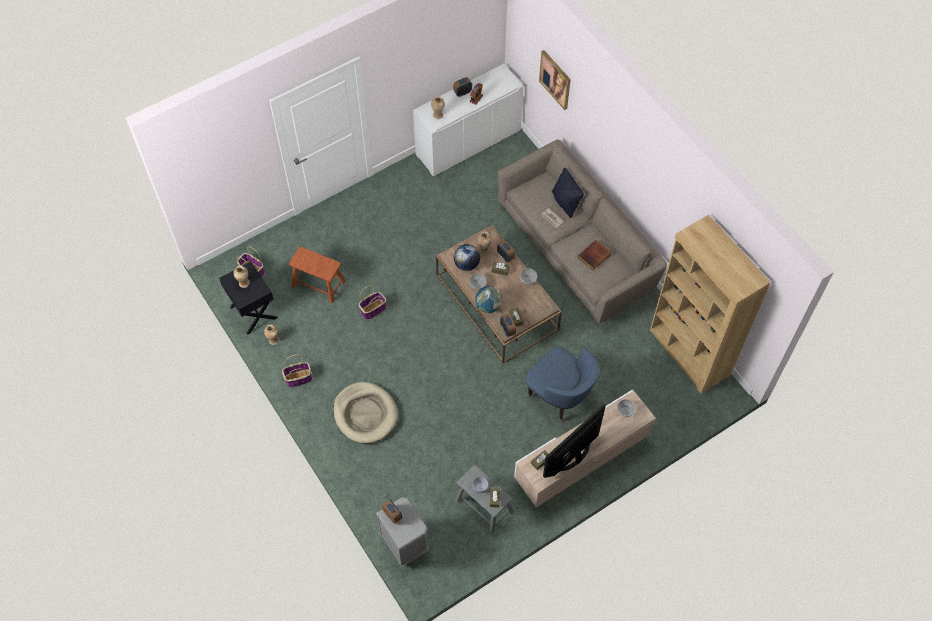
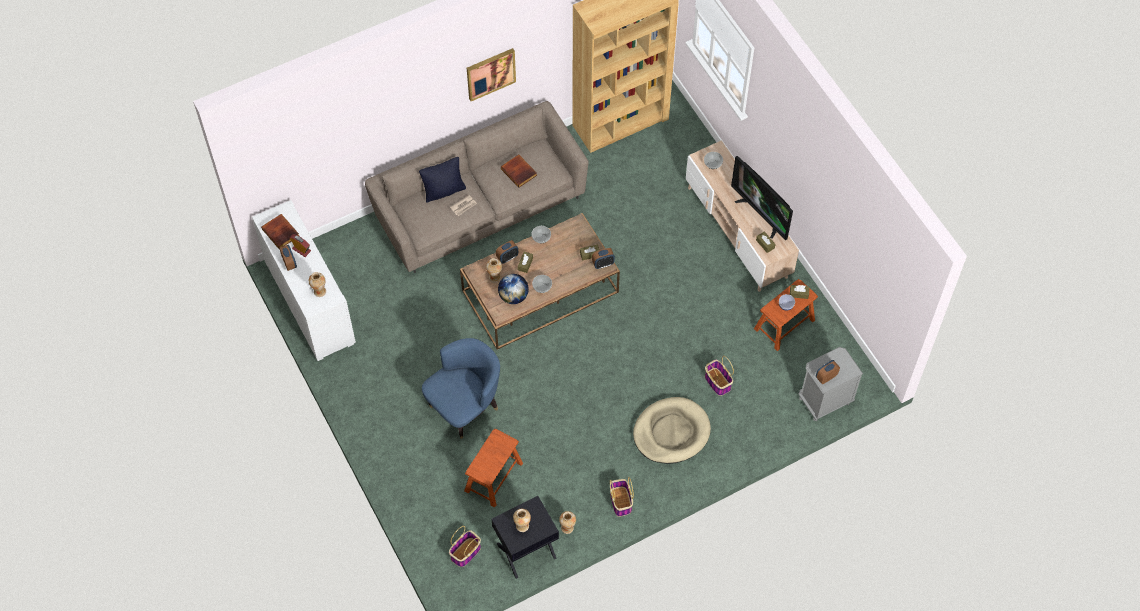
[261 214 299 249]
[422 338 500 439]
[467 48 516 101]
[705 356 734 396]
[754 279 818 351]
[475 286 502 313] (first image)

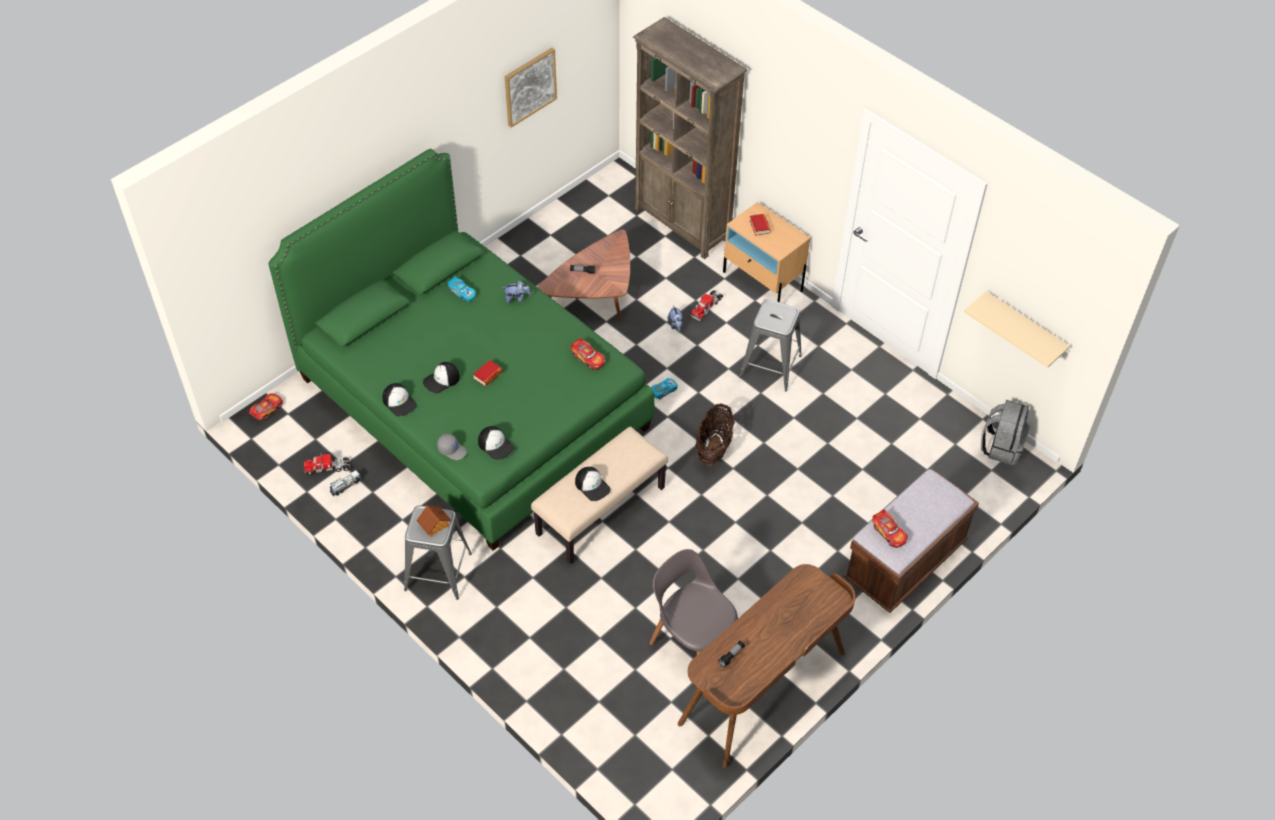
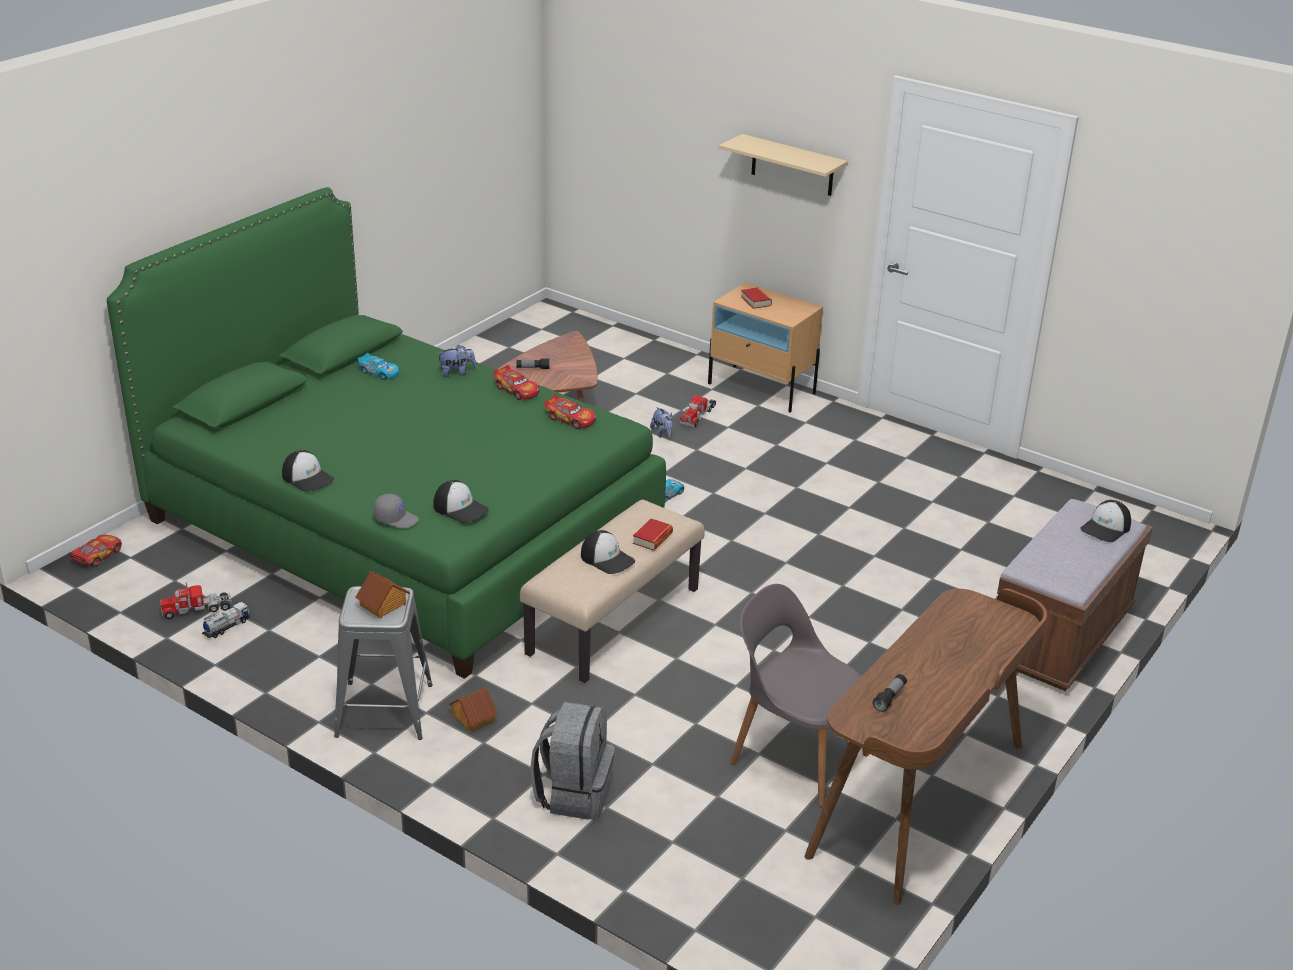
[449 687 498 732]
[494 365 539 400]
[530 702 615 820]
[633 519 673 551]
[719 134 848 196]
[1080 500 1131 542]
[505 48 557 128] (first image)
[633 17 747 259] (first image)
[695 403 735 465] (first image)
[739 299 802 391] (first image)

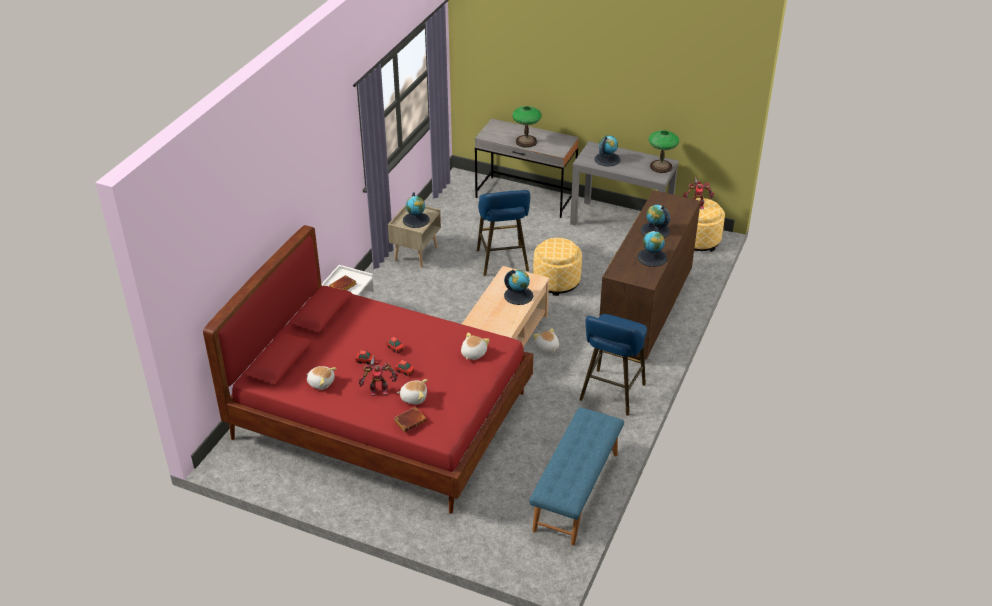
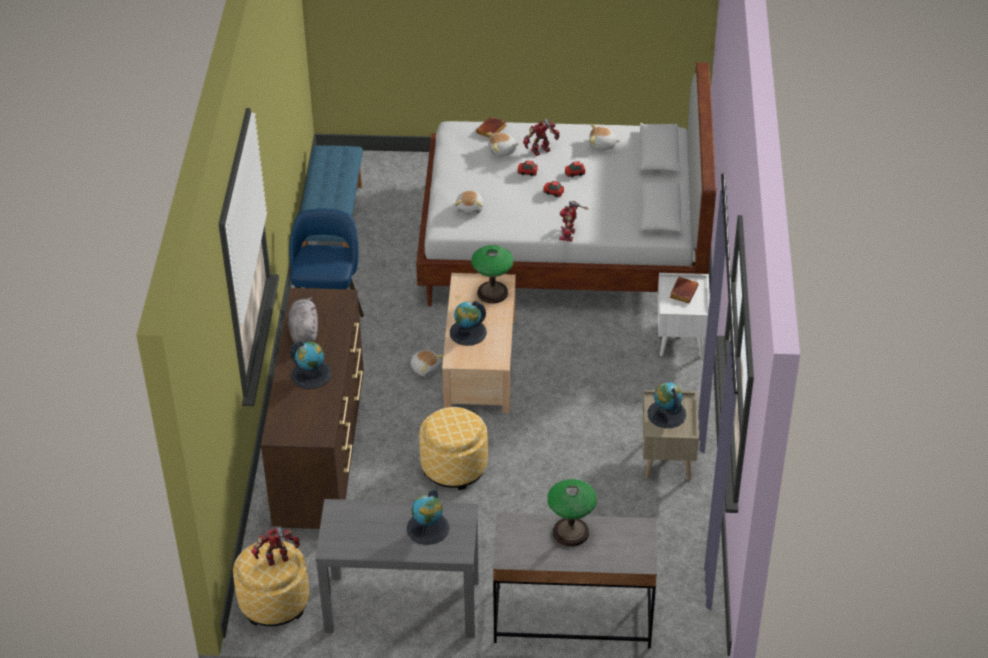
[288 297 318 343]
[416 63 716 307]
[471 245 513 304]
[559 201 589 242]
[477 190 530 276] (first image)

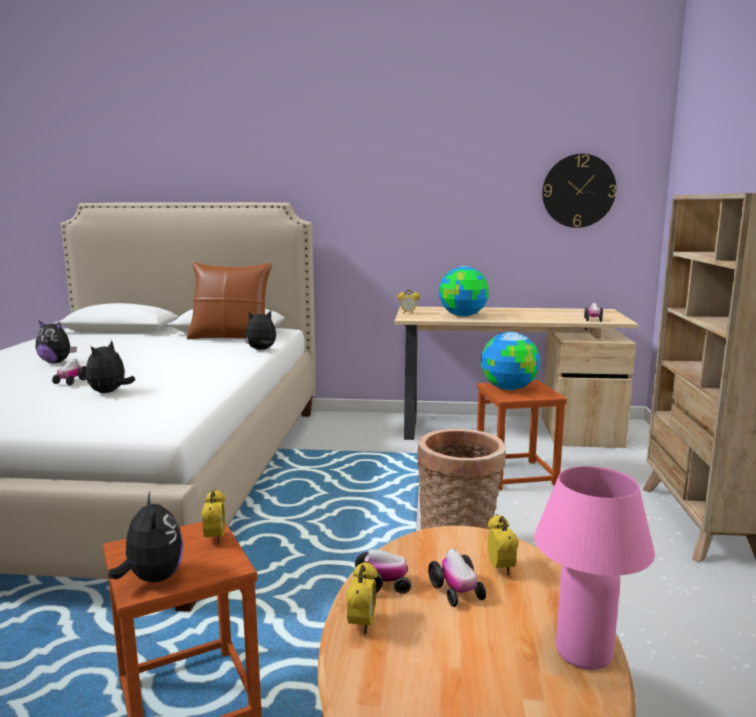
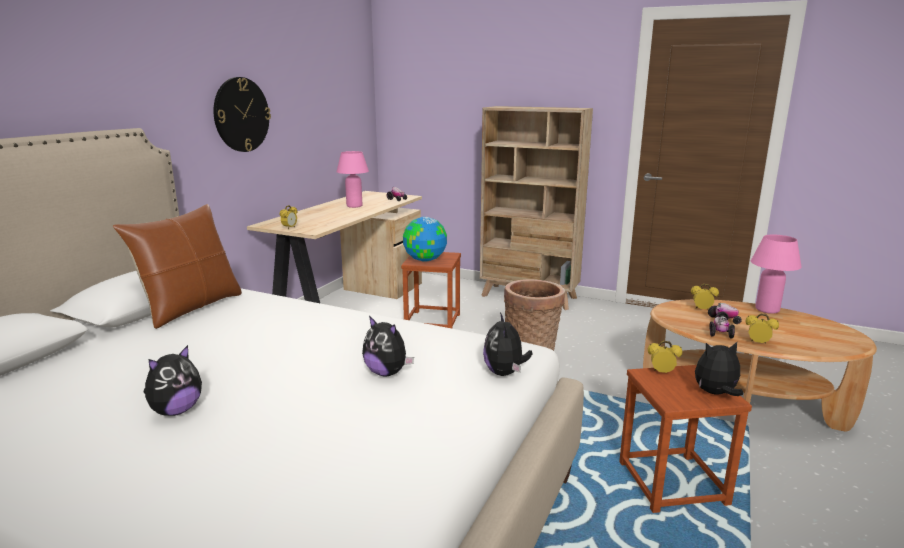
[213 77 271 152]
[336 151 369 208]
[483 312 533 376]
[52 359 87 386] (first image)
[439 266 489 317] (first image)

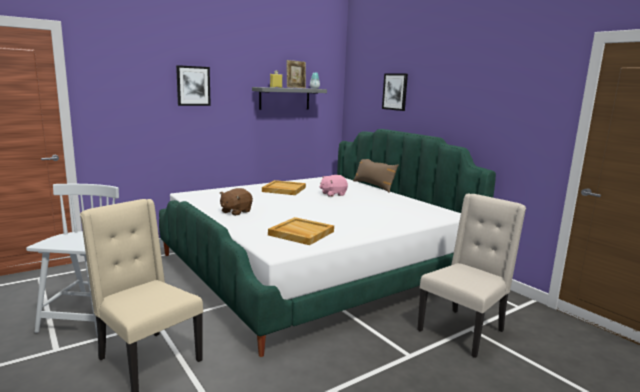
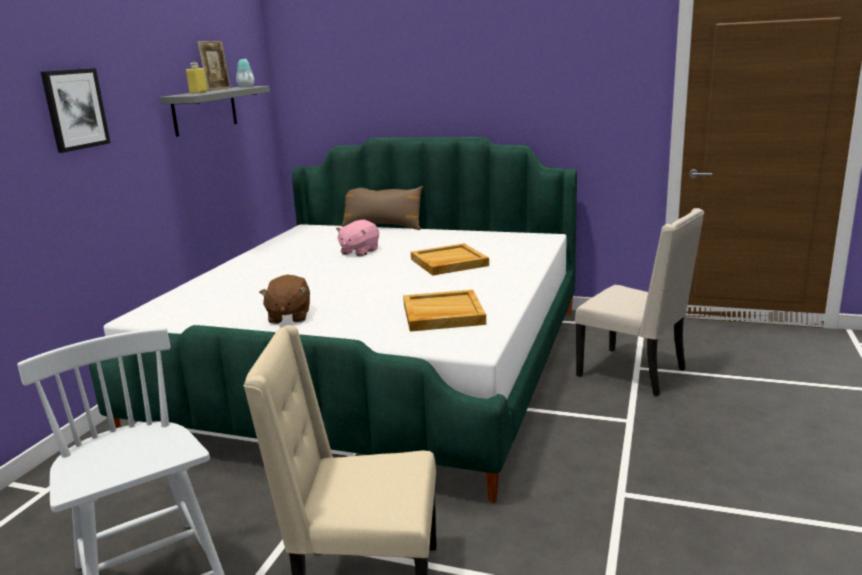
[411 243 489 276]
[575 208 704 396]
[382 73 408 111] (first image)

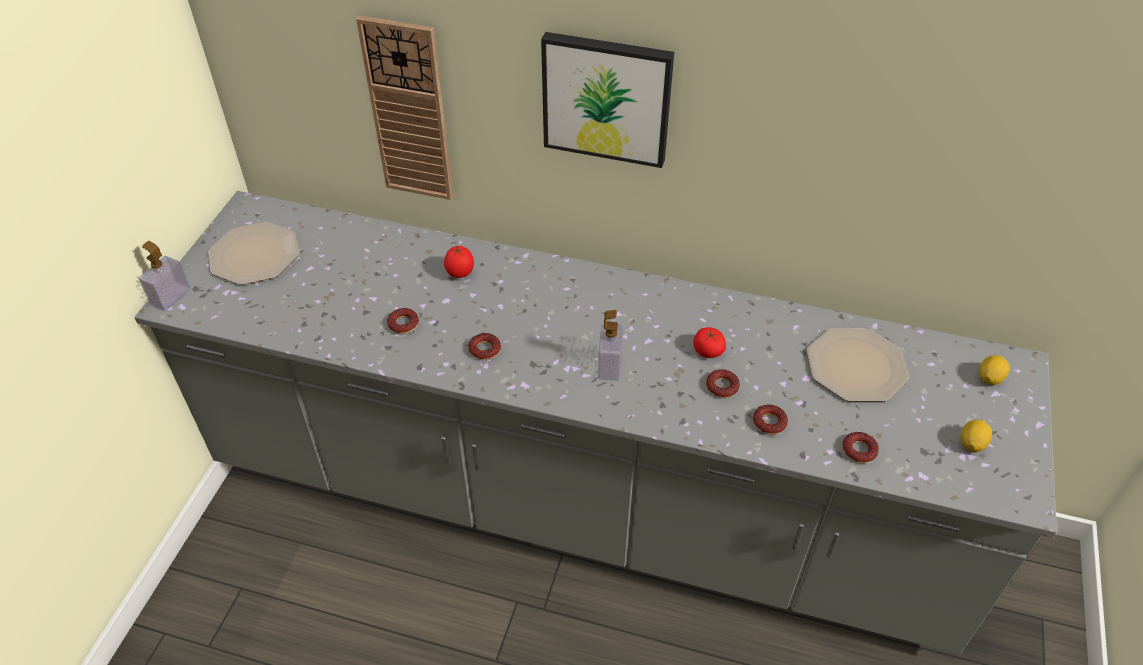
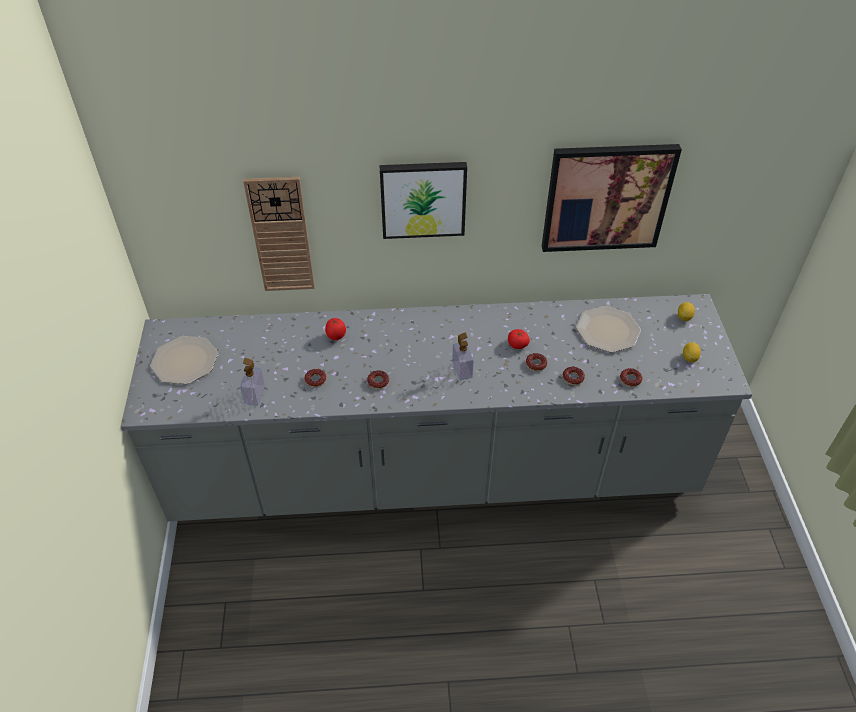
[240 358 265 406]
[542 144 682 252]

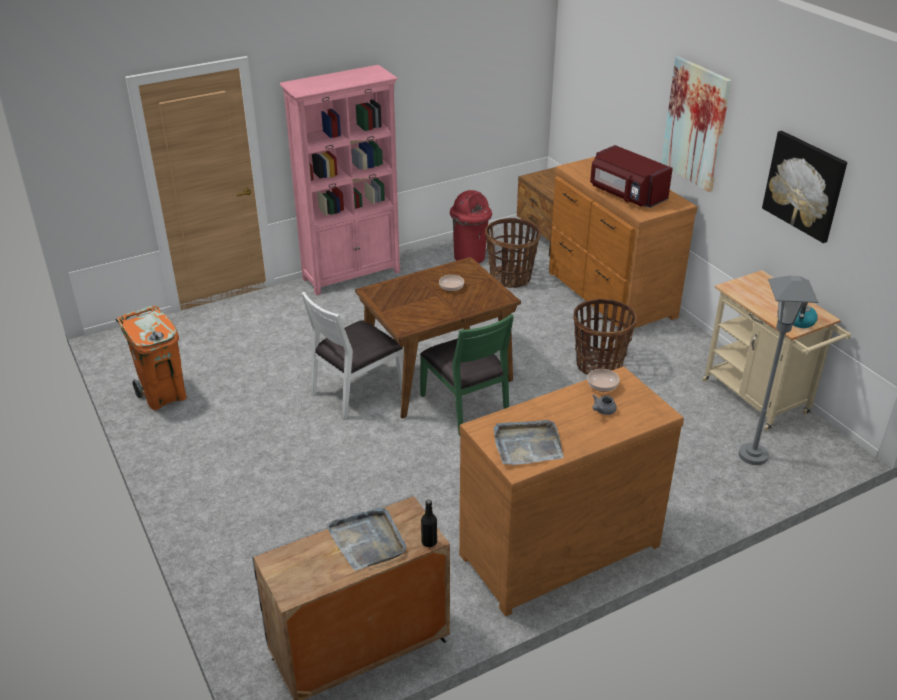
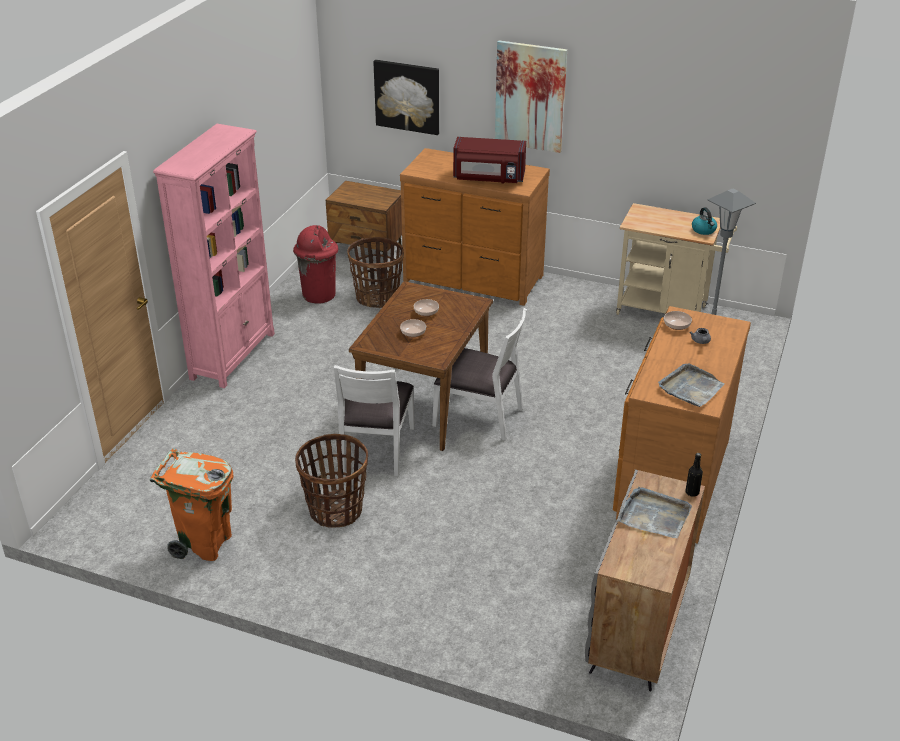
[295 434 368 528]
[373 60 439 135]
[400 319 426 337]
[432 308 527 441]

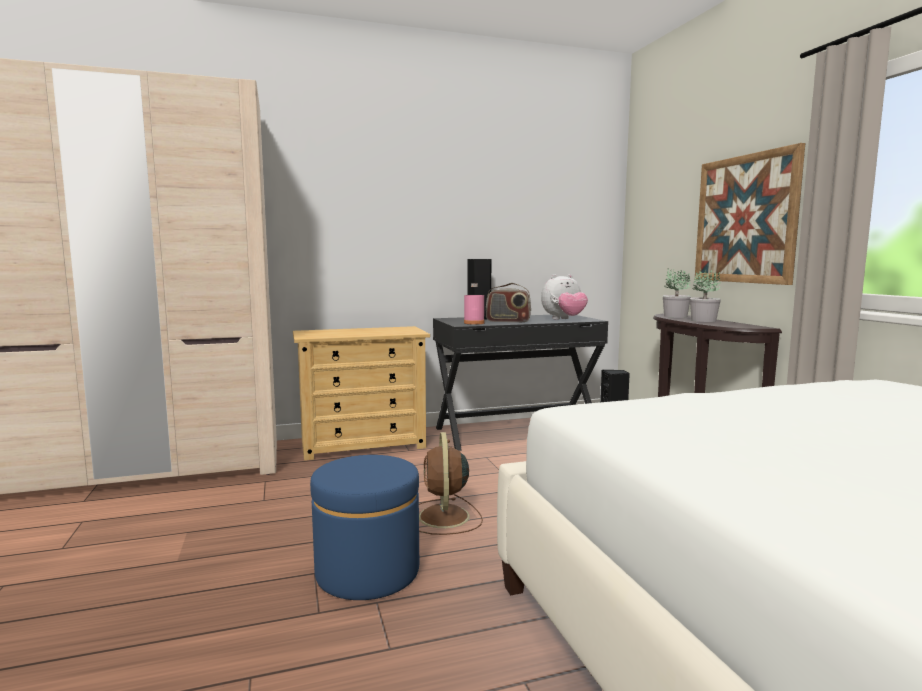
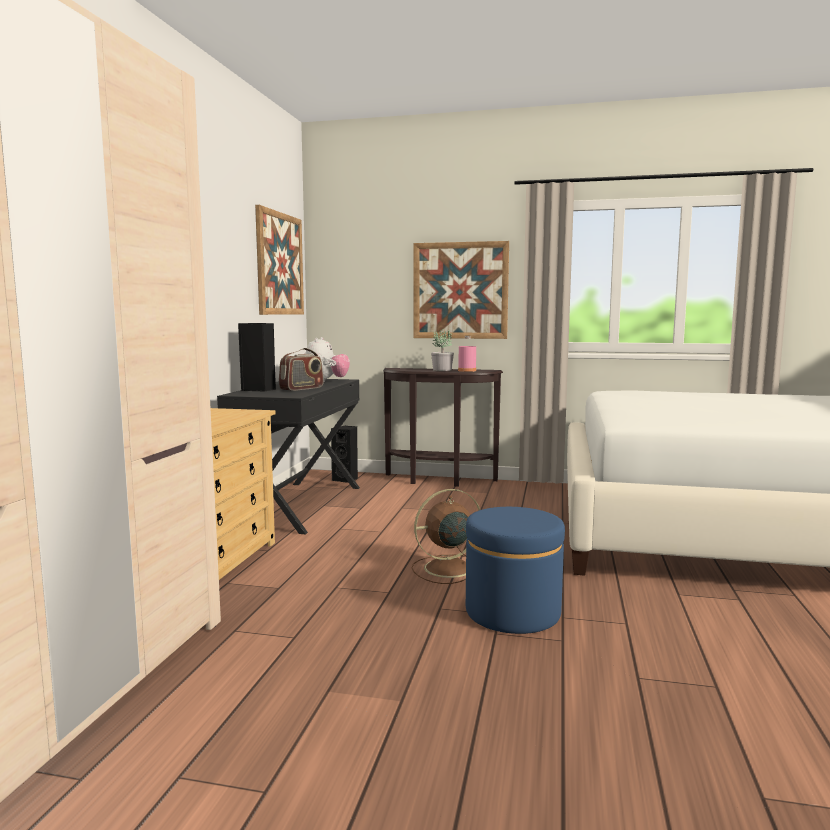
[255 205 304 315]
[412 489 480 584]
[458 336 476 372]
[663 269 691 318] (first image)

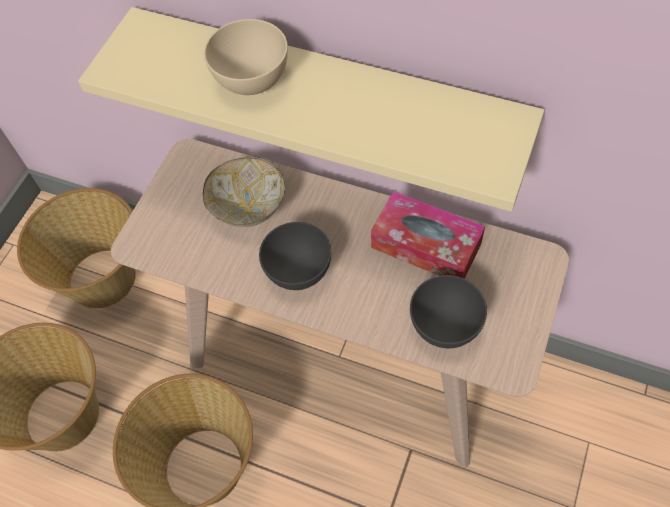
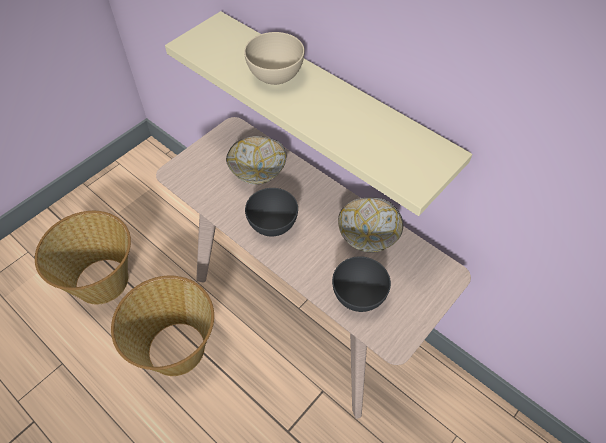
[338 197 403 253]
[17 188 136 308] (first image)

